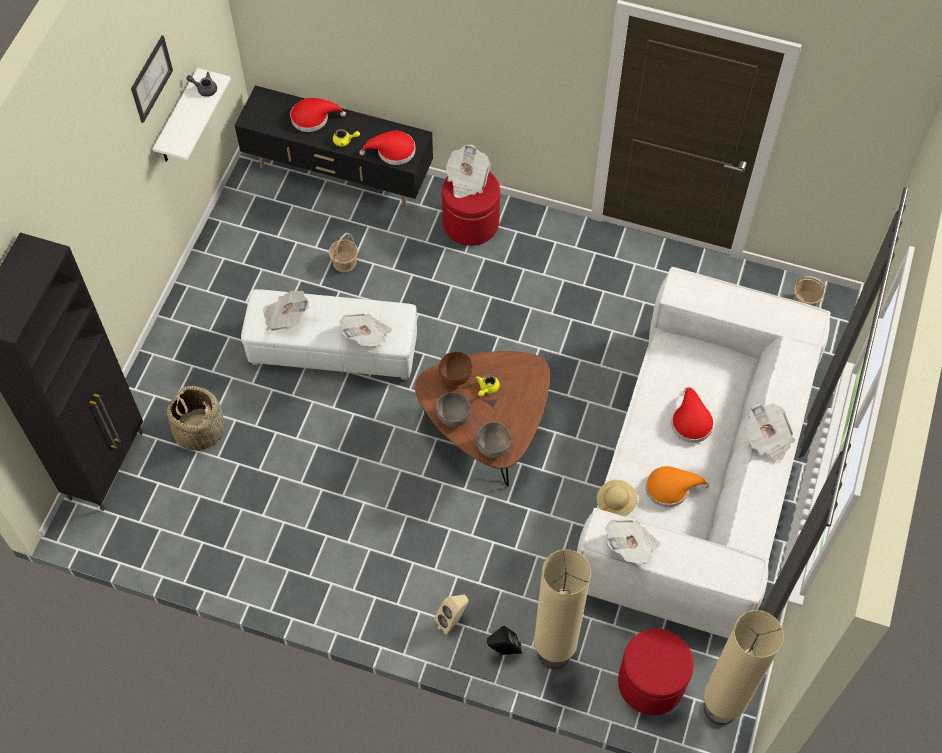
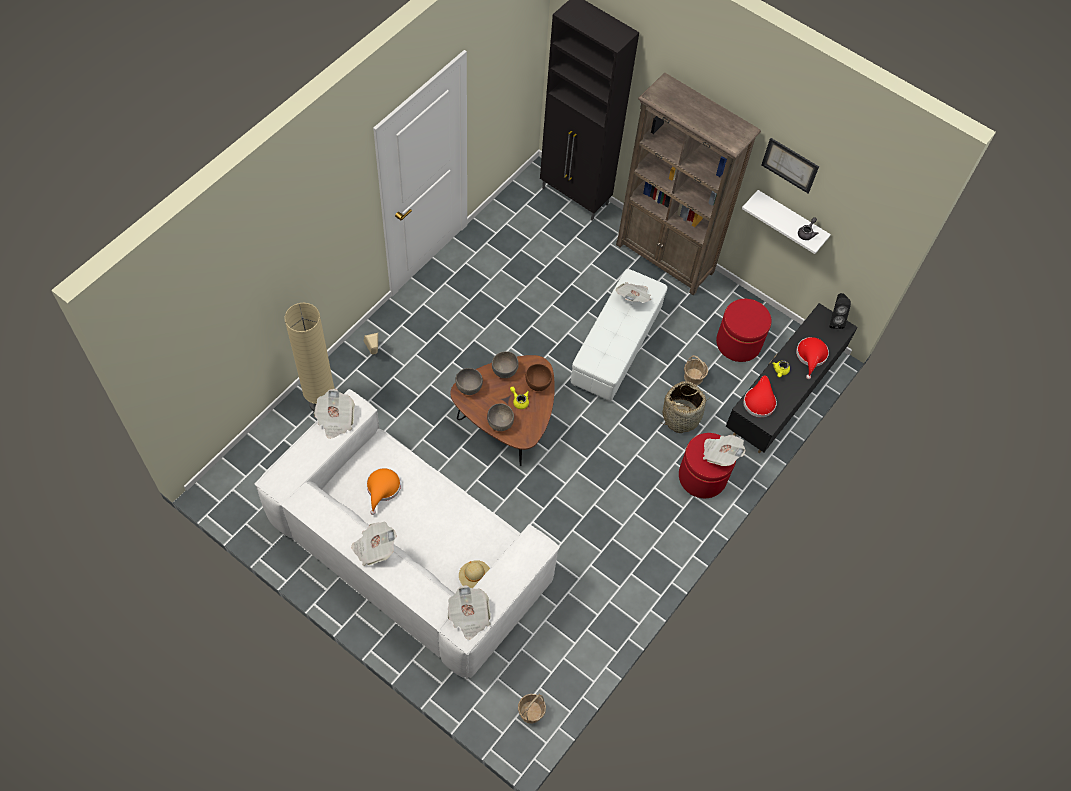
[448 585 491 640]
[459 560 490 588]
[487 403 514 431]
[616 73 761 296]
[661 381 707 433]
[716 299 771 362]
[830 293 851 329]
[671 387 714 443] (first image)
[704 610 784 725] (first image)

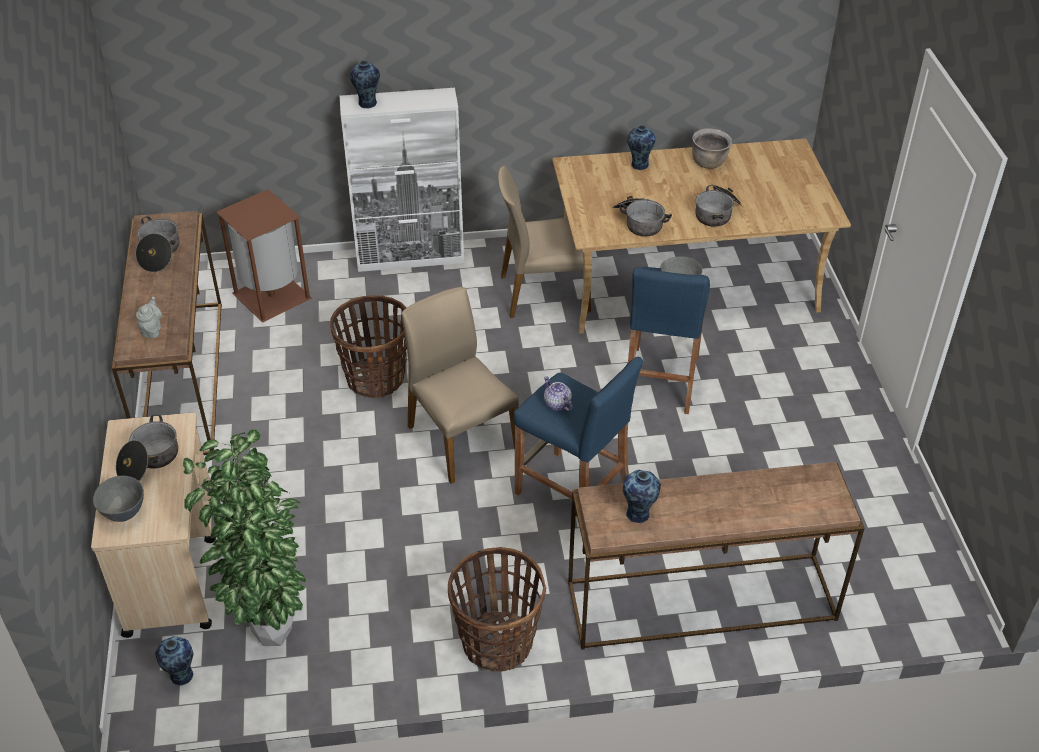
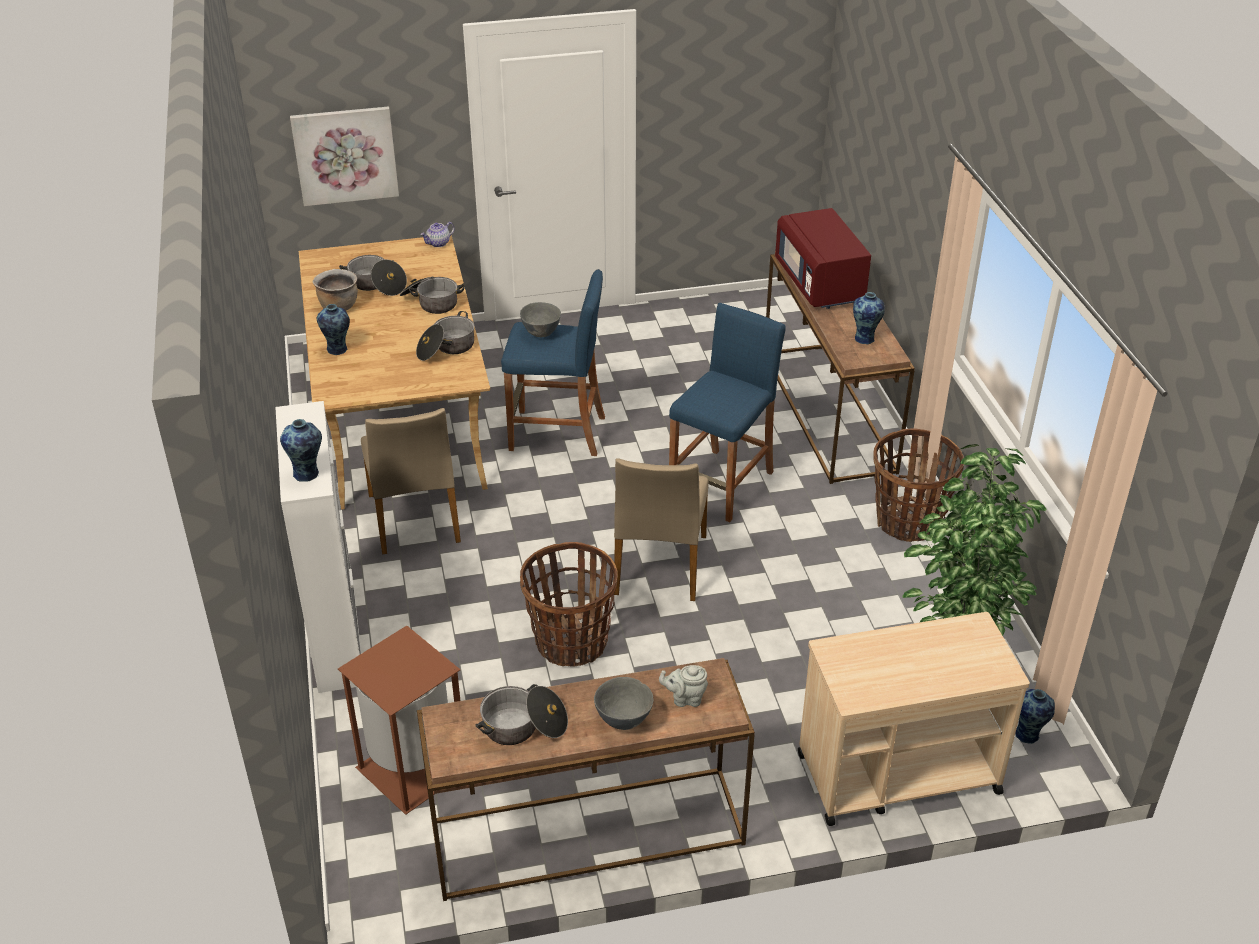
[290 106 399 206]
[339 255 407 296]
[420 222 455 247]
[594 677 654 730]
[614 458 709 601]
[775 208 871 309]

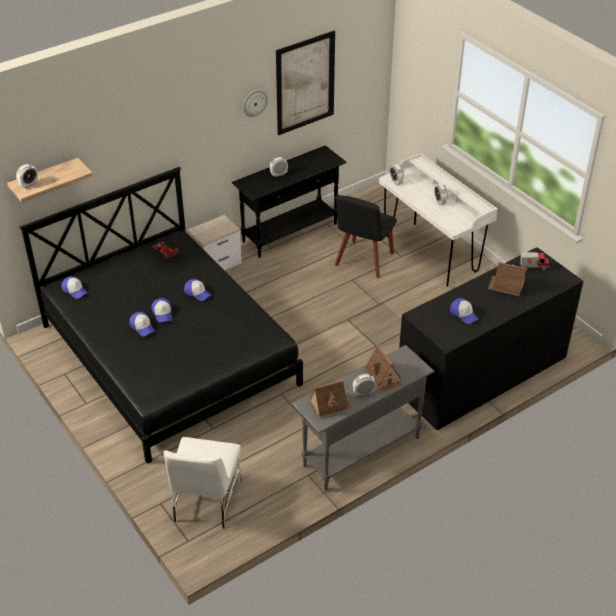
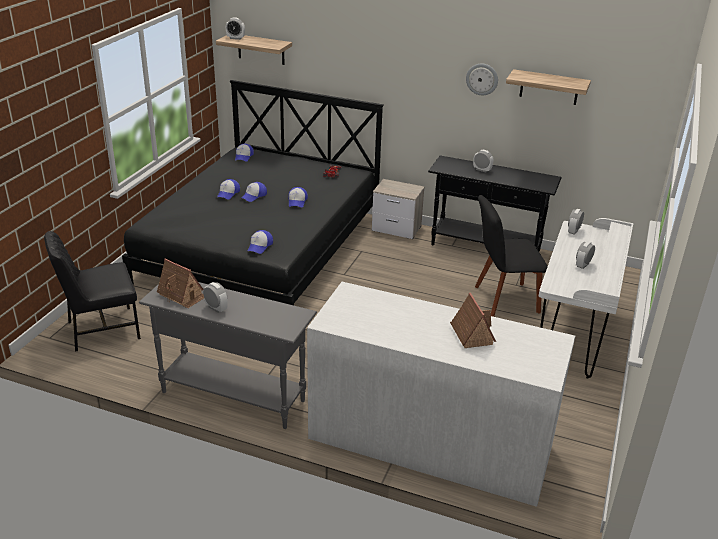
[44 231 141 352]
[248 230 273 254]
[307 282 575 507]
[506 69 591 105]
[365 345 402 392] (first image)
[520 252 549 271] (first image)

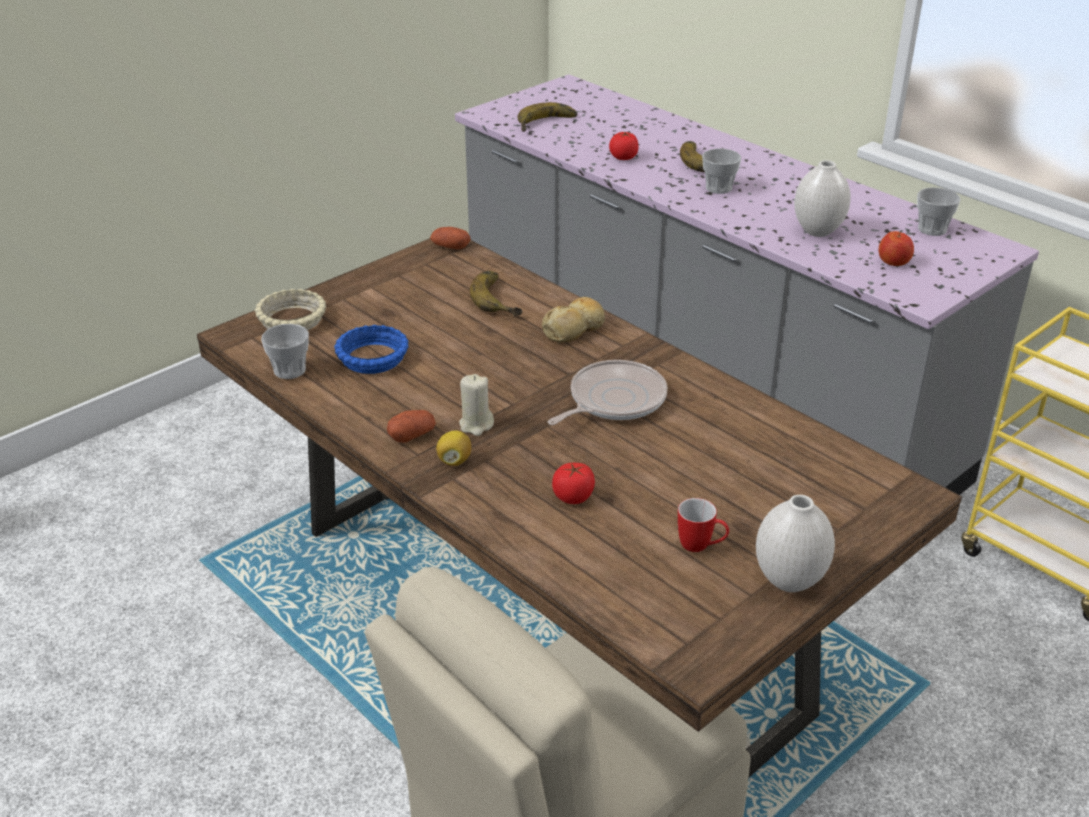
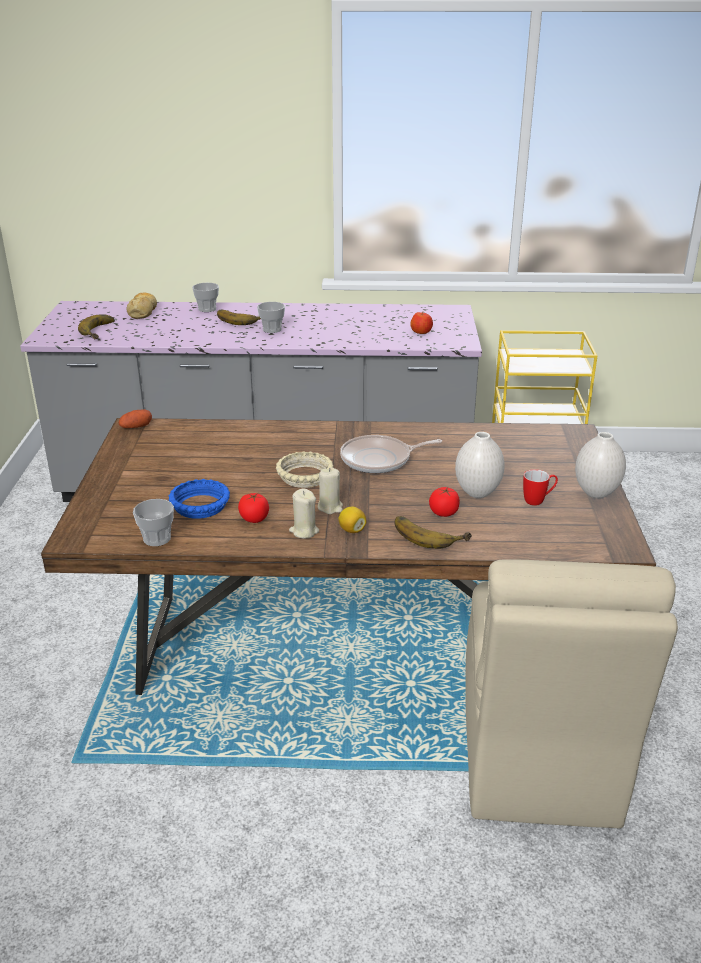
[127 292 157 319]
[192 283 219 312]
[238 493 269 523]
[276 451 334 488]
[289 488 319 539]
[340 435 442 473]
[394 516 472 549]
[455 432 505 498]

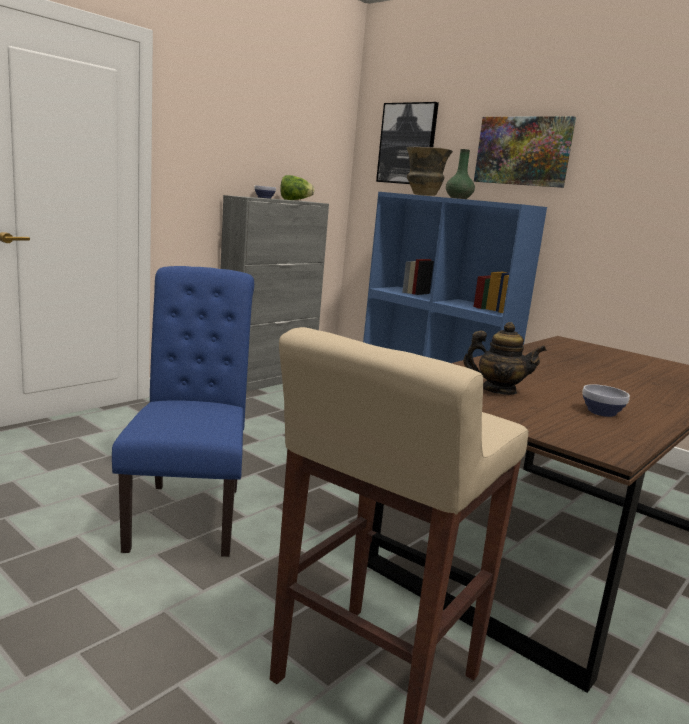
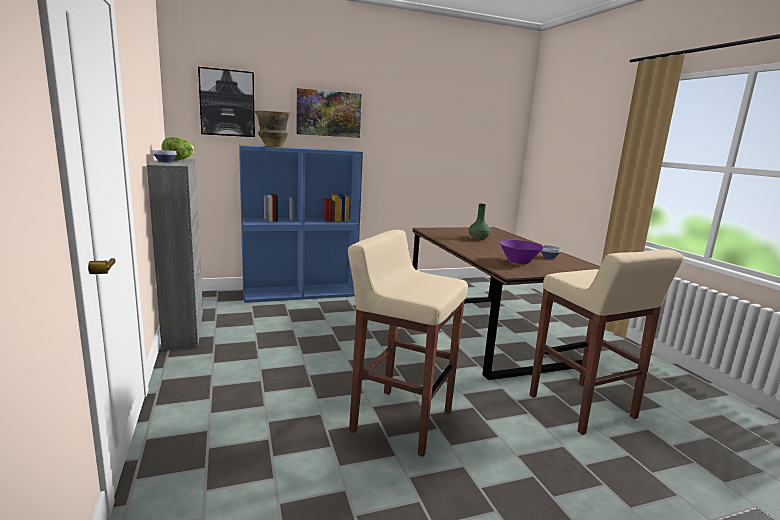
[348 230 468 457]
[469 204 490 240]
[499 240 544 264]

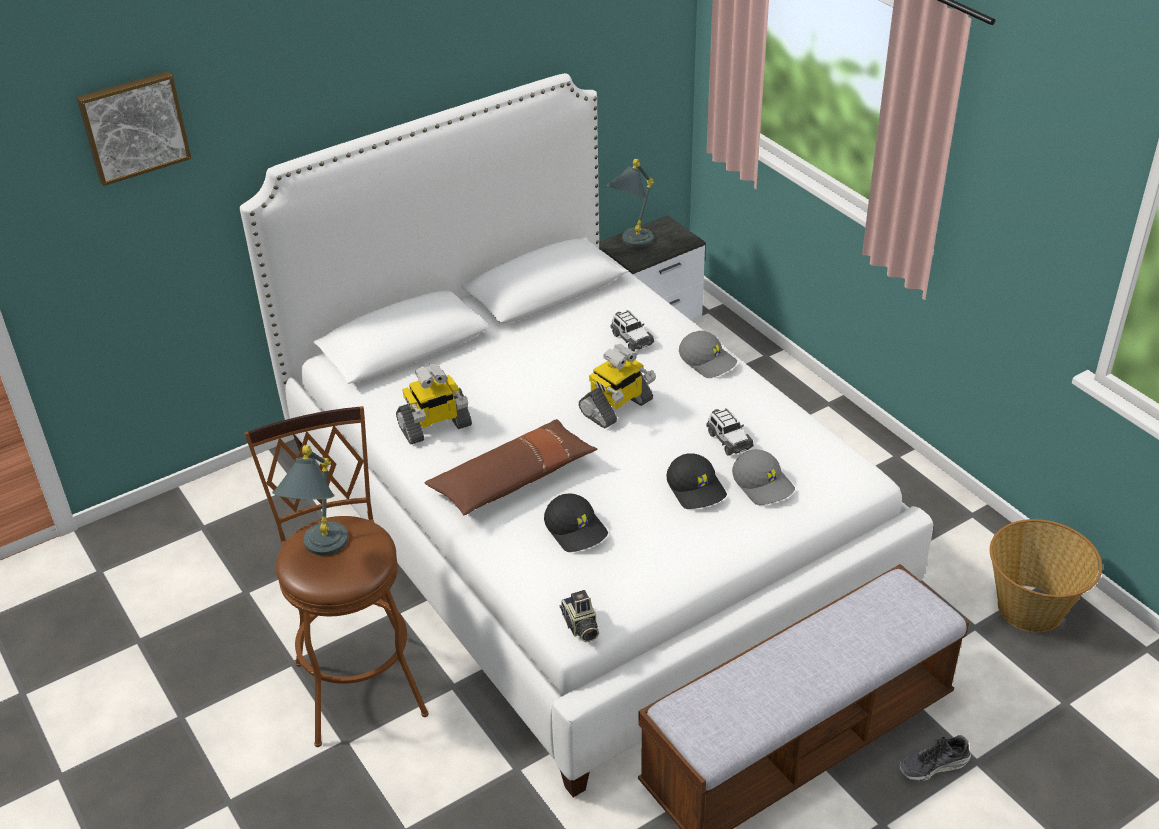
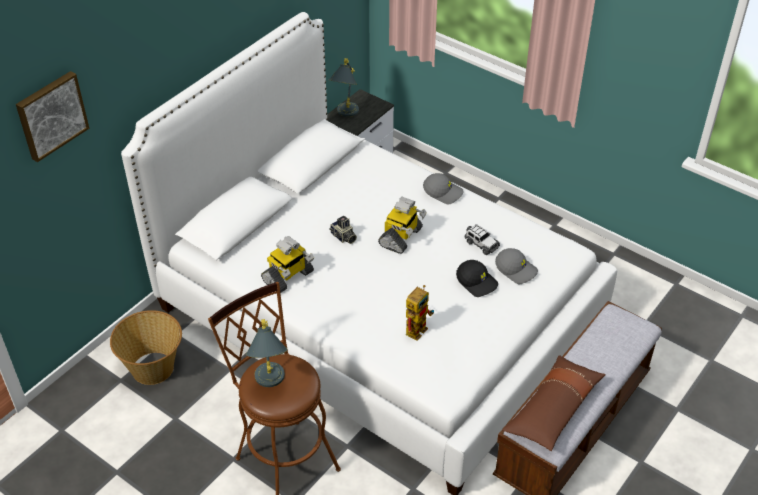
[110 310 182 385]
[329 216 357 244]
[406 285 434 341]
[503 355 606 451]
[610 310 654 352] (first image)
[899 735 971 782] (first image)

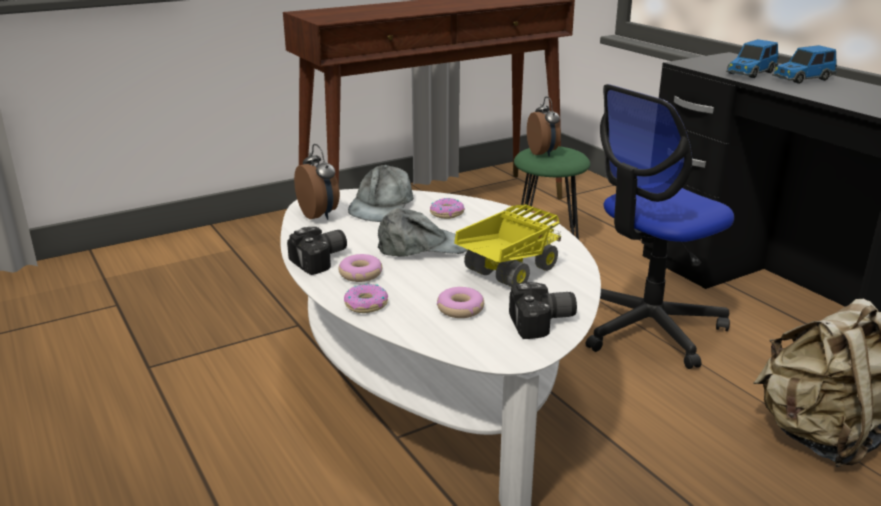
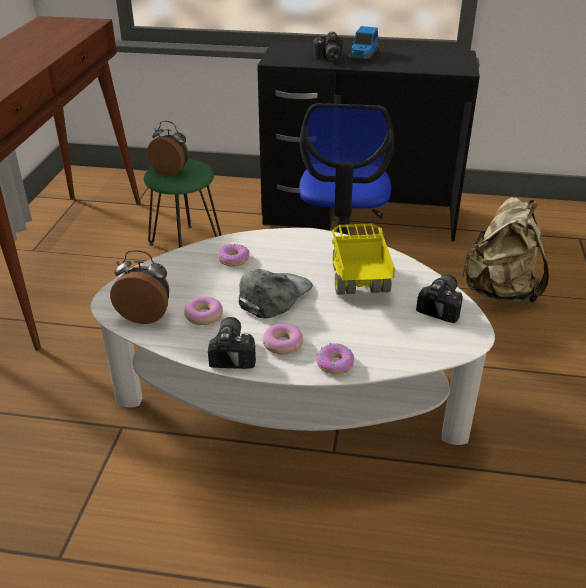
[184 297 223 325]
[313 32 343 62]
[348 165 414 222] (first image)

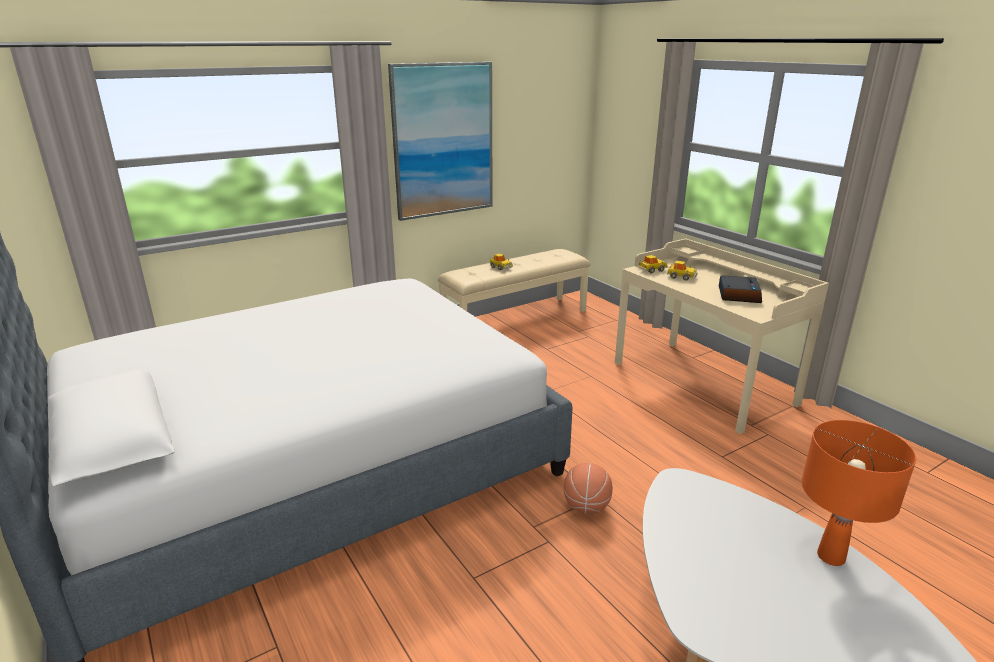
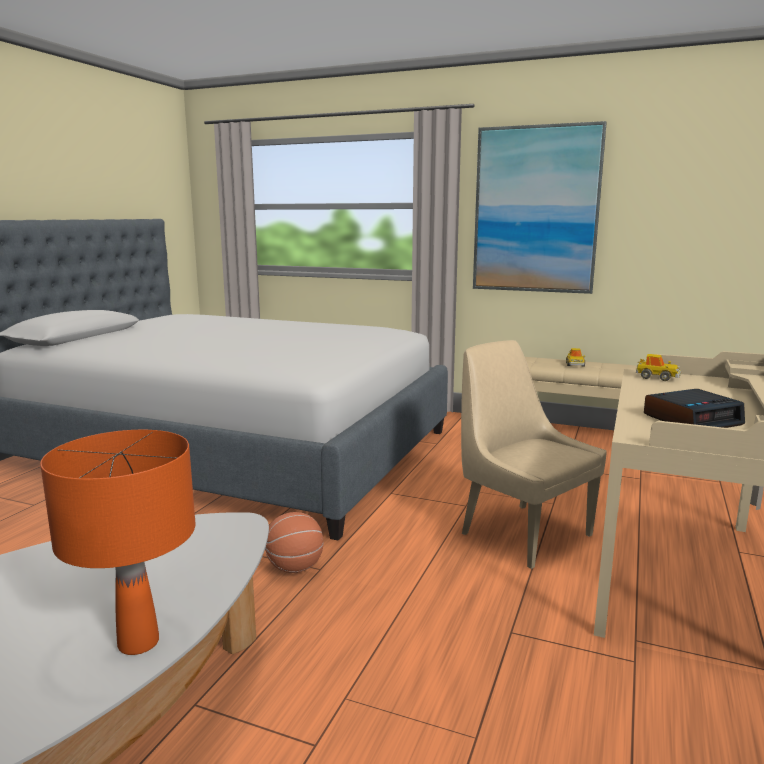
[461 340 607 569]
[667 261 697 281] (first image)

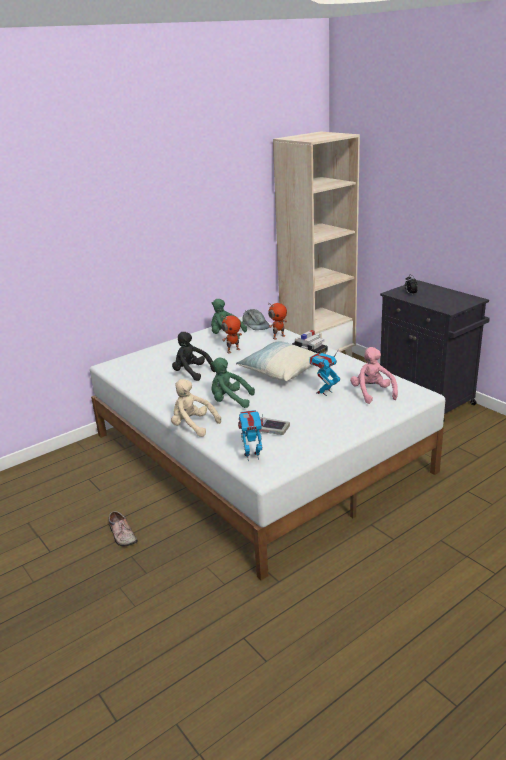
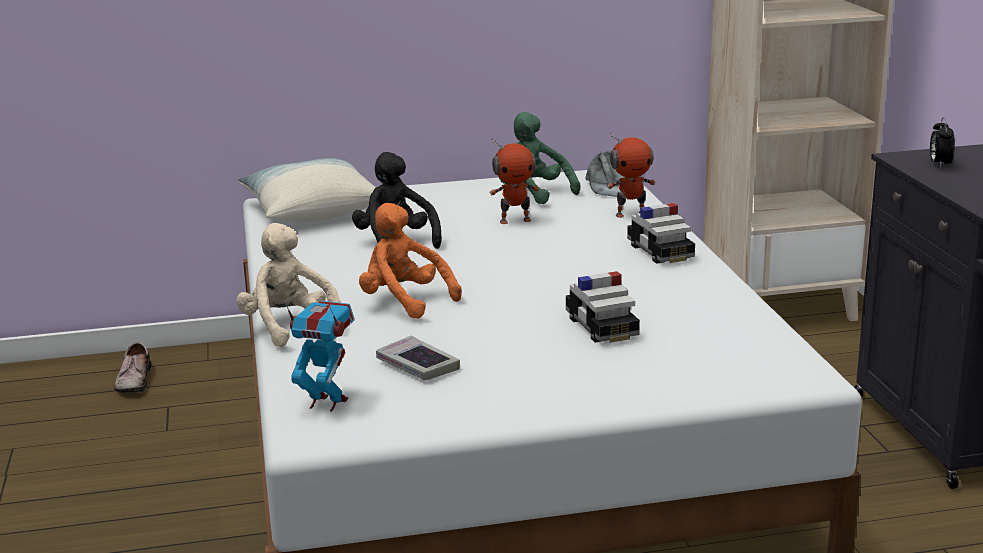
[114 343 151 393]
[237 158 376 222]
[359 203 462 319]
[566 271 640 343]
[350 347 398 404] (first image)

